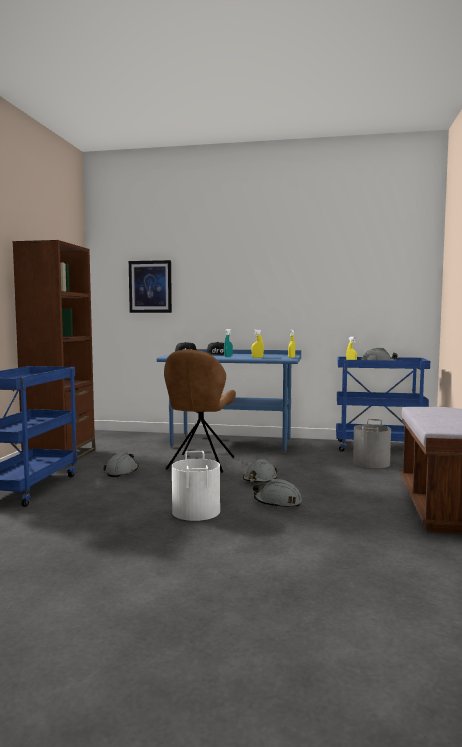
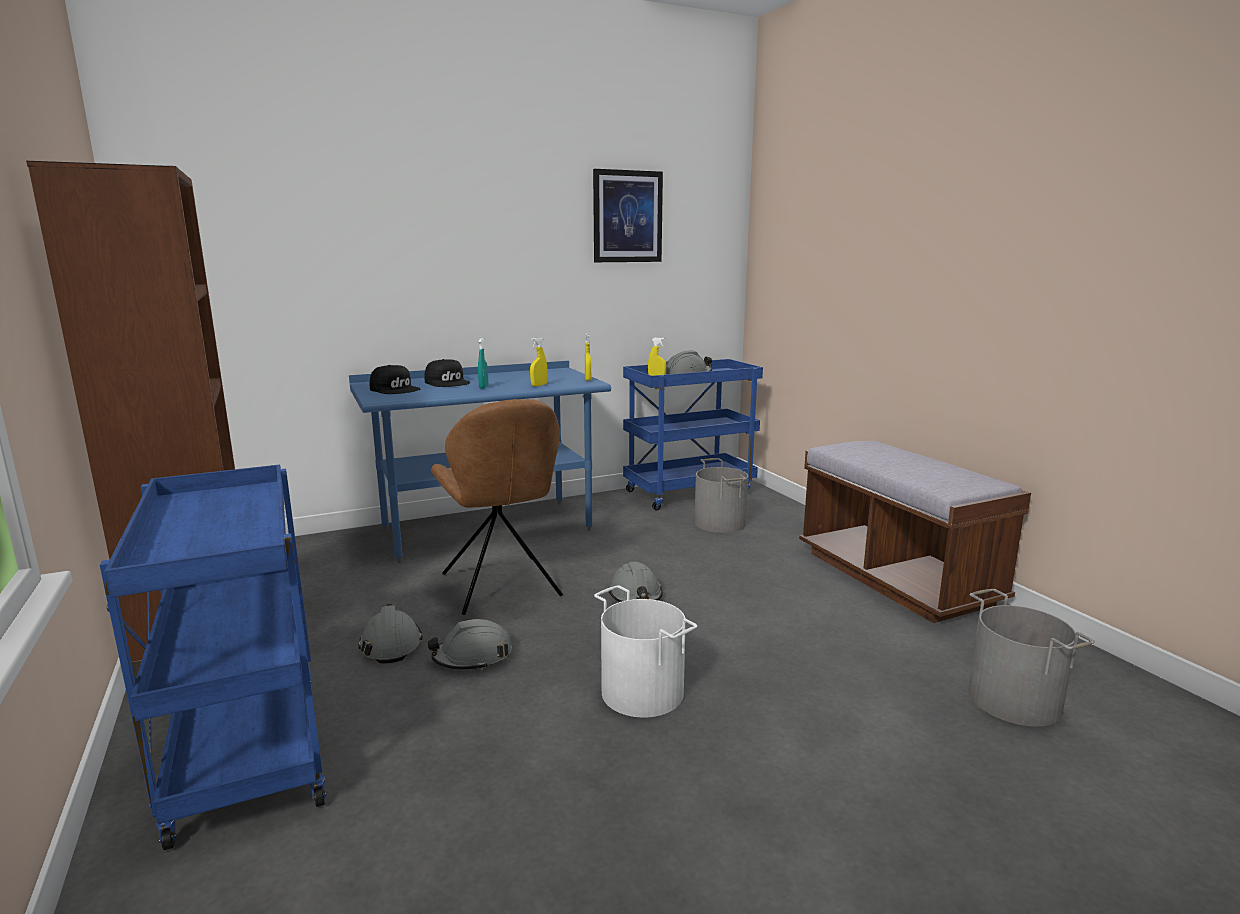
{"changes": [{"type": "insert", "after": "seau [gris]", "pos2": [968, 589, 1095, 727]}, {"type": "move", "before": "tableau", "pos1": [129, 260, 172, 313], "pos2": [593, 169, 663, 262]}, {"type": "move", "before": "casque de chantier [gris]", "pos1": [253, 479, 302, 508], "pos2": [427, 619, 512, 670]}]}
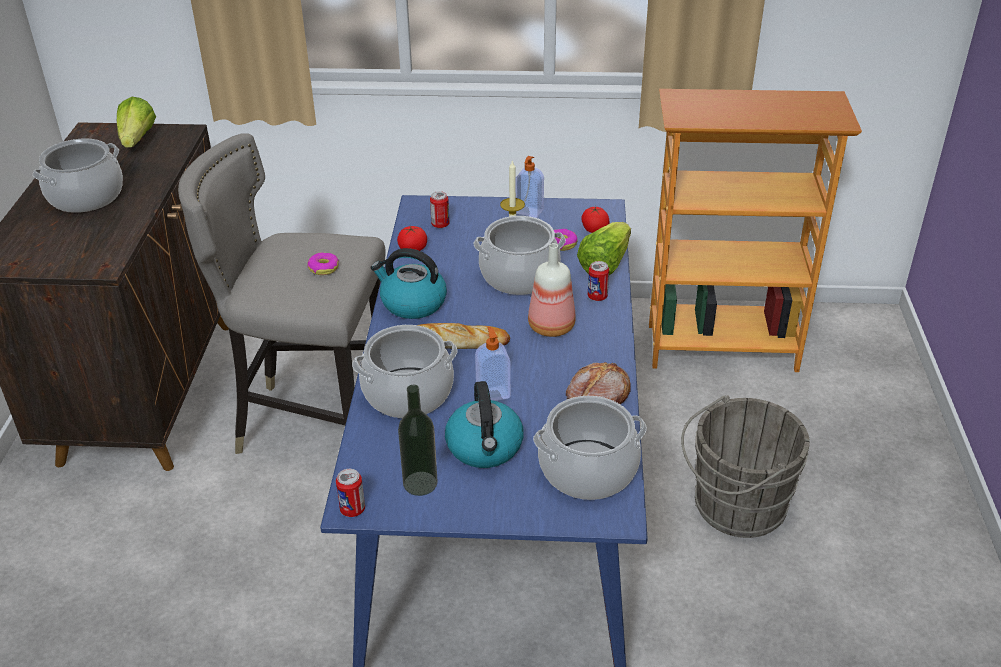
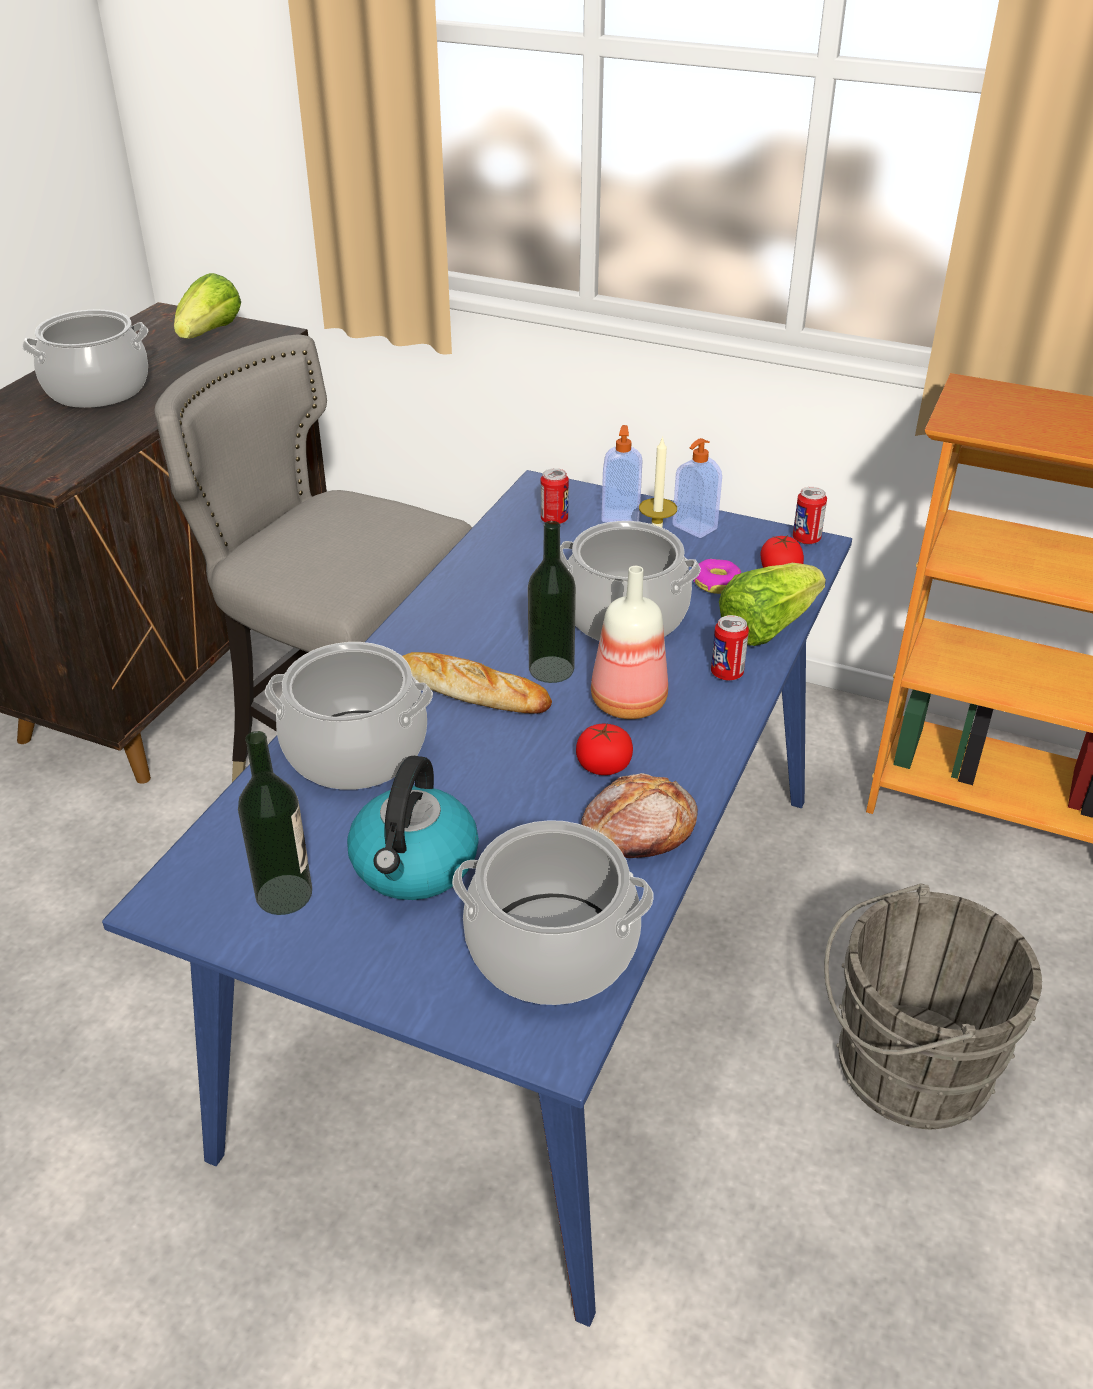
{"changes": [{"type": "delete", "before": "beignet", "pos1": [307, 253, 339, 275]}, {"type": "delete", "before": "bouilloire", "pos1": [371, 248, 447, 319]}, {"type": "insert", "after": "bouteille", "pos2": [528, 521, 576, 683]}, {"type": "move", "before": "boîte métallique", "pos1": [336, 469, 365, 517], "pos2": [793, 487, 827, 544]}, {"type": "move", "before": "tomate", "pos1": [397, 226, 427, 251], "pos2": [576, 724, 633, 775]}, {"type": "move", "before": "distributeur de savon", "pos1": [475, 327, 511, 401], "pos2": [601, 425, 643, 522]}]}
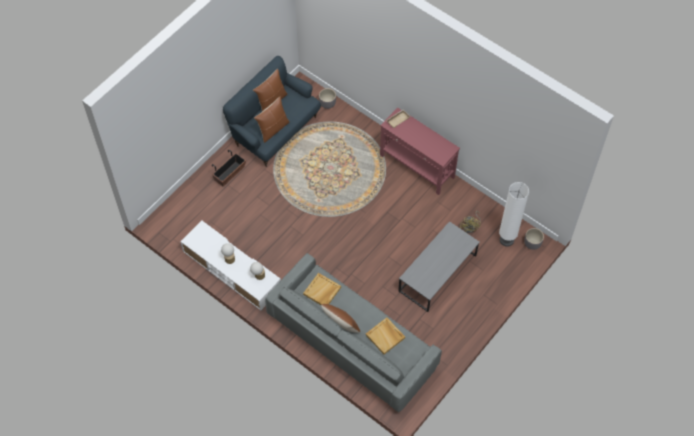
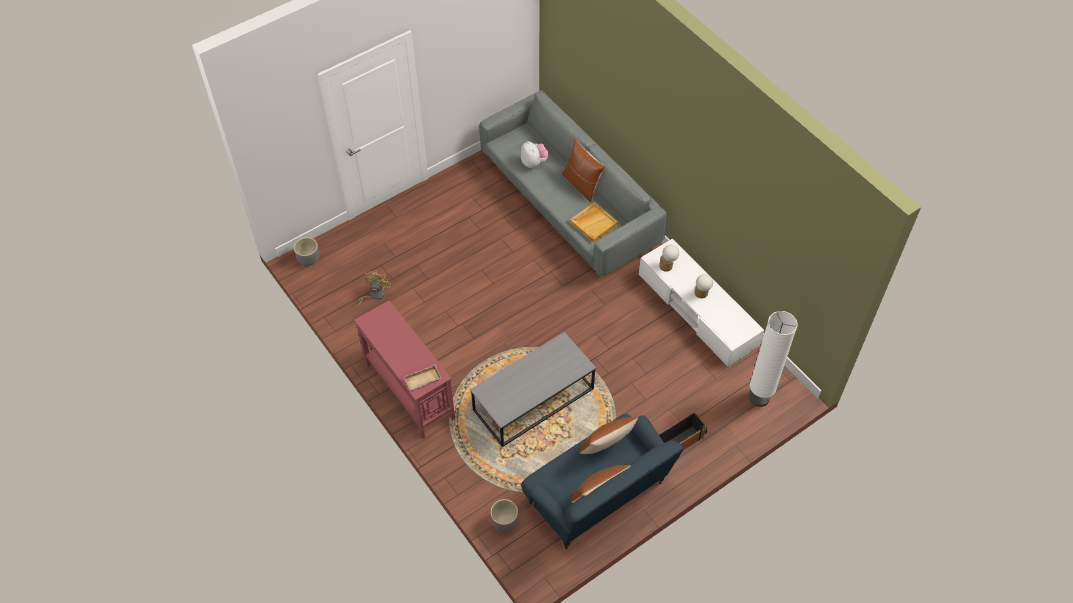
{"changes": [{"type": "move", "before": "table basse [gris]", "pos1": [398, 221, 480, 312], "pos2": [470, 332, 596, 447]}, {"type": "move", "before": "lampadaire [blanc]", "pos1": [499, 182, 529, 247], "pos2": [749, 311, 798, 407]}, {"type": "replace", "before": "plateau [beige]", "after": "peluche", "pos1": [366, 317, 405, 354], "pos2": [520, 141, 549, 168]}]}
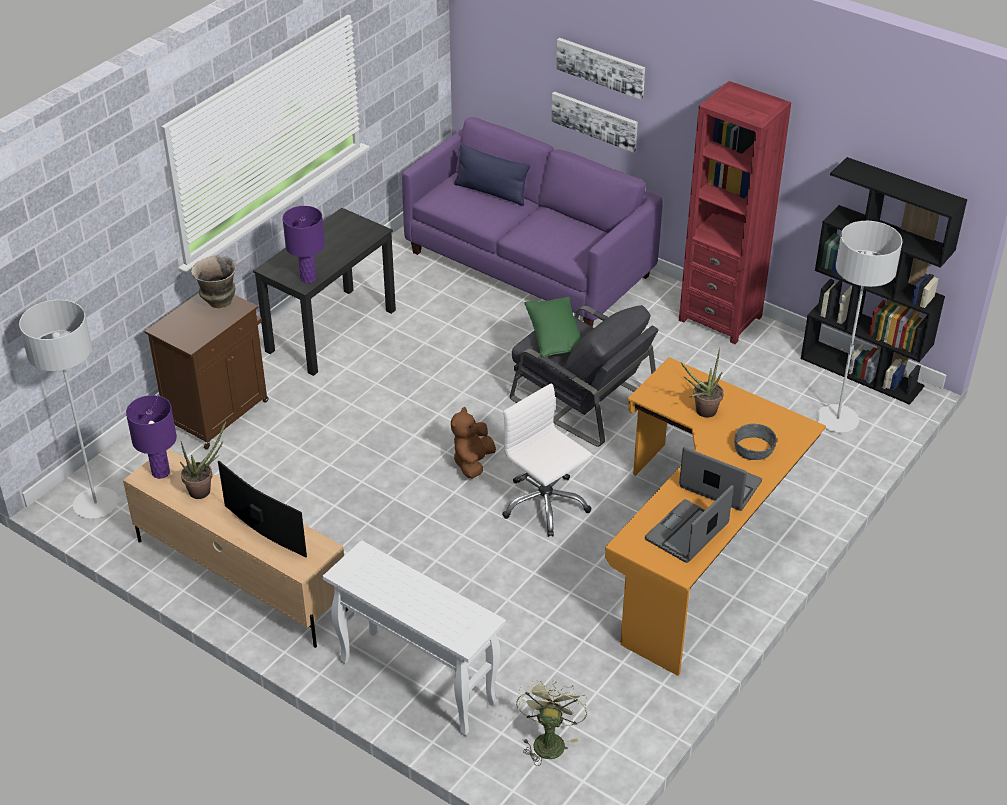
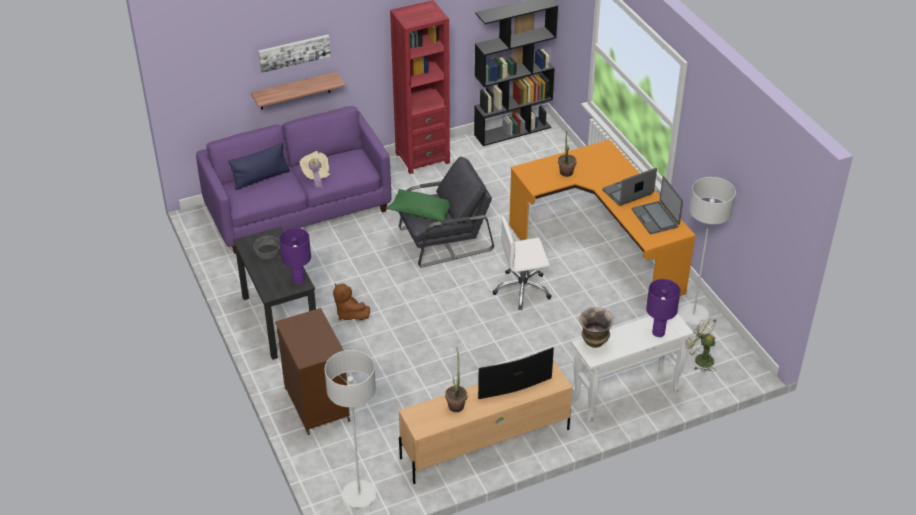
{"changes": [{"type": "insert", "after": "chapeau [beige]", "pos2": [300, 151, 330, 189]}, {"type": "move", "before": "lampe de table [violet]", "pos1": [126, 395, 177, 479], "pos2": [646, 279, 680, 337]}, {"type": "move", "before": "vase", "pos1": [191, 256, 237, 308], "pos2": [579, 307, 614, 348]}, {"type": "move", "before": "peluche [marron]", "pos1": [451, 407, 496, 479], "pos2": [333, 283, 370, 320]}, {"type": "move", "before": "bol [gris]", "pos1": [734, 423, 777, 460], "pos2": [254, 236, 280, 260]}, {"type": "move", "before": "lampadaire [gris]", "pos1": [817, 221, 902, 433], "pos2": [679, 177, 736, 325]}, {"type": "replace", "before": "tableau", "after": "étagère", "pos1": [551, 92, 638, 153], "pos2": [251, 72, 345, 110]}]}
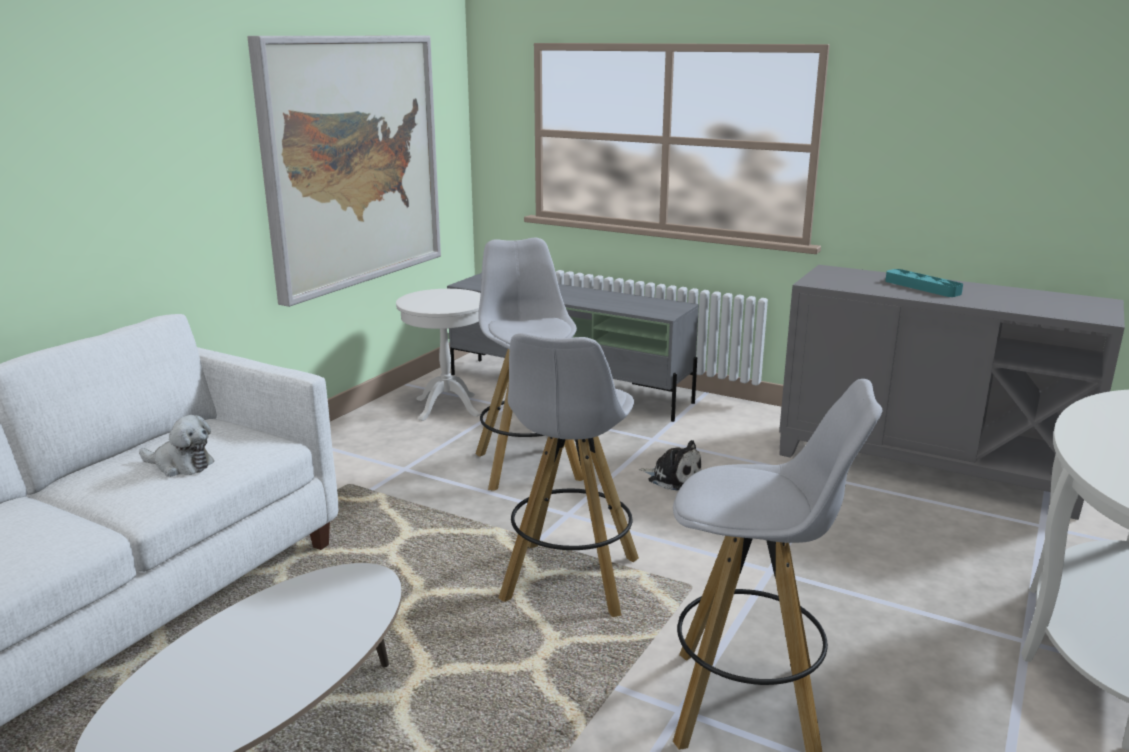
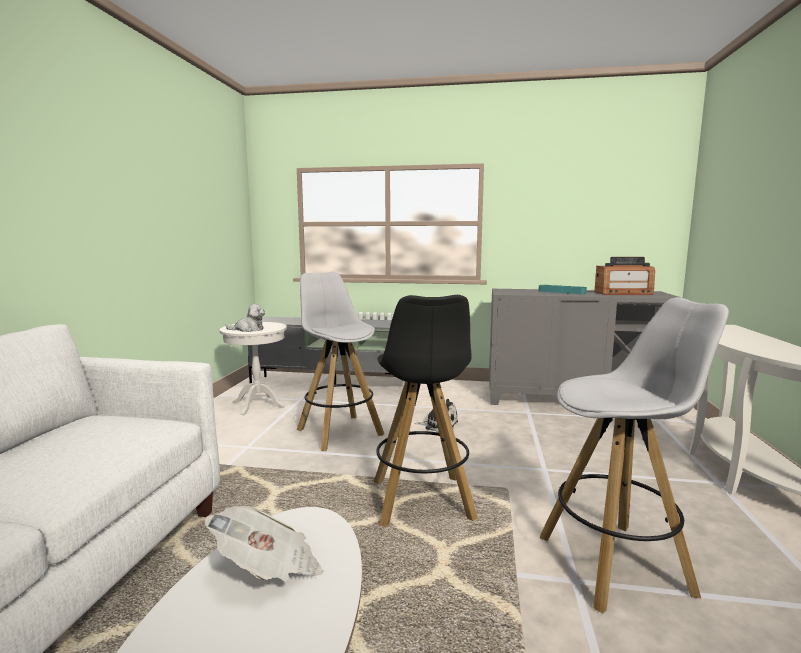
{"changes": [{"type": "delete", "before": "tableau", "pos1": [247, 36, 441, 307]}, {"type": "insert", "after": "journal", "pos2": [205, 506, 324, 581]}, {"type": "insert", "after": "radio", "pos2": [594, 257, 655, 295]}, {"type": "move", "before": "peluche", "pos1": [139, 415, 214, 477], "pos2": [225, 304, 265, 332]}, {"type": "recolor", "before": "tabouret [blanc]", "after": "tabouret [noir]", "pos1": [499, 333, 639, 617], "pos2": [374, 295, 478, 527]}]}
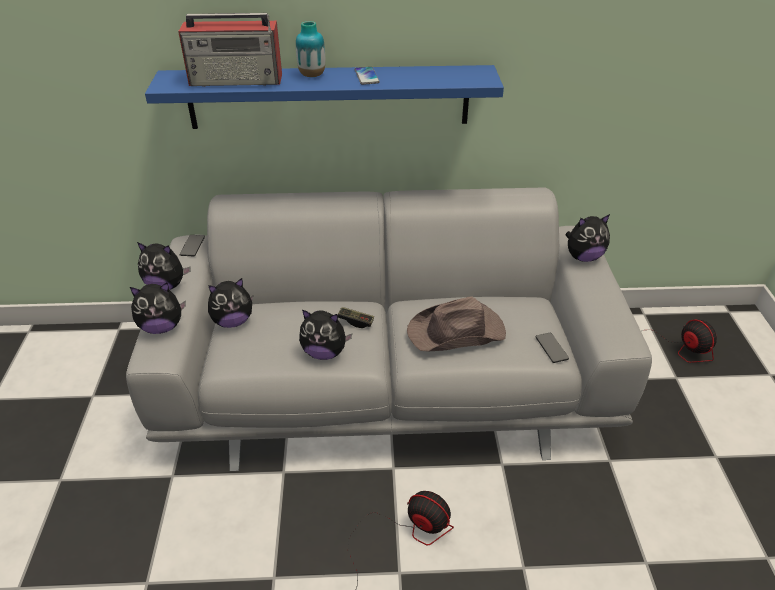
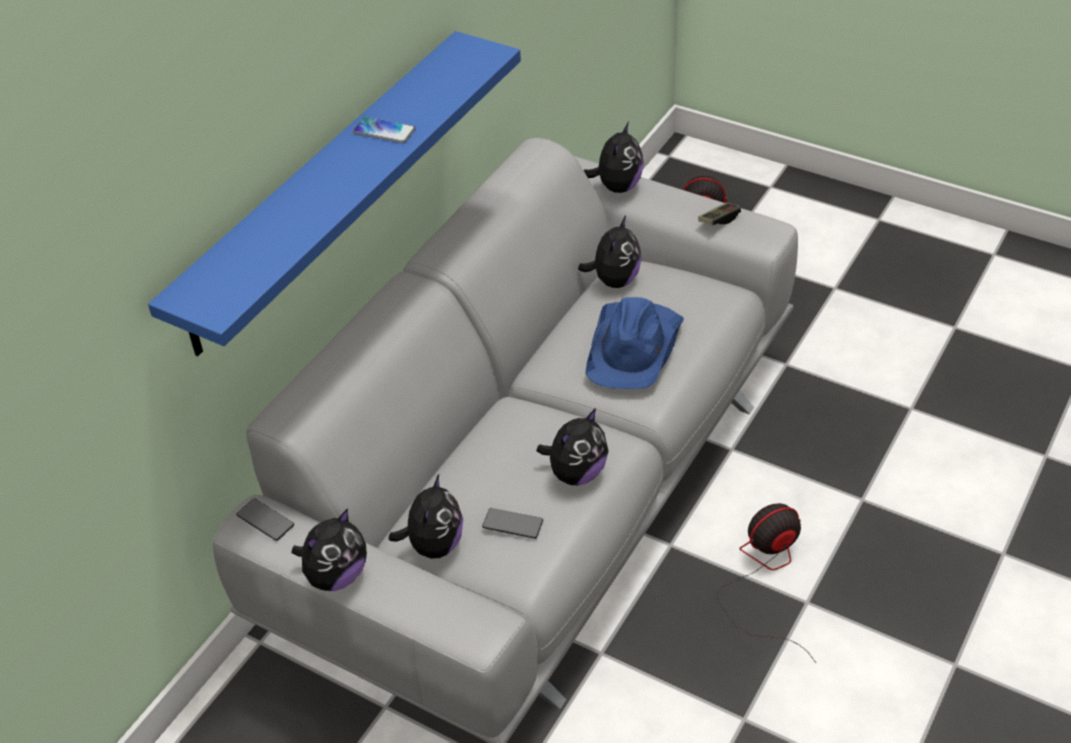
{"changes": [{"type": "delete", "before": "radio", "pos1": [178, 13, 282, 87]}, {"type": "delete", "before": "vase", "pos1": [296, 21, 325, 77]}, {"type": "move", "before": "peluche", "pos1": [130, 282, 186, 334], "pos2": [578, 216, 642, 288]}, {"type": "move", "before": "manette", "pos1": [338, 307, 374, 328], "pos2": [698, 203, 741, 226]}, {"type": "move", "before": "téléphone", "pos1": [536, 333, 569, 363], "pos2": [482, 508, 543, 539]}, {"type": "recolor", "before": "chapeau [marron]", "after": "chapeau [bleu]", "pos1": [407, 296, 506, 351], "pos2": [585, 297, 684, 389]}]}
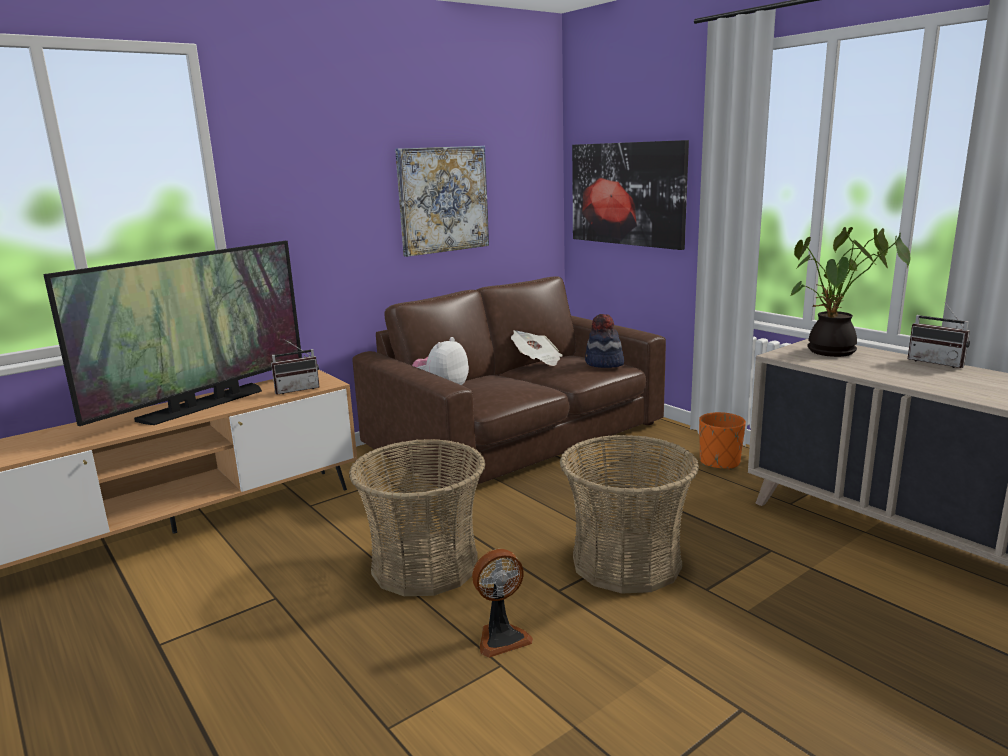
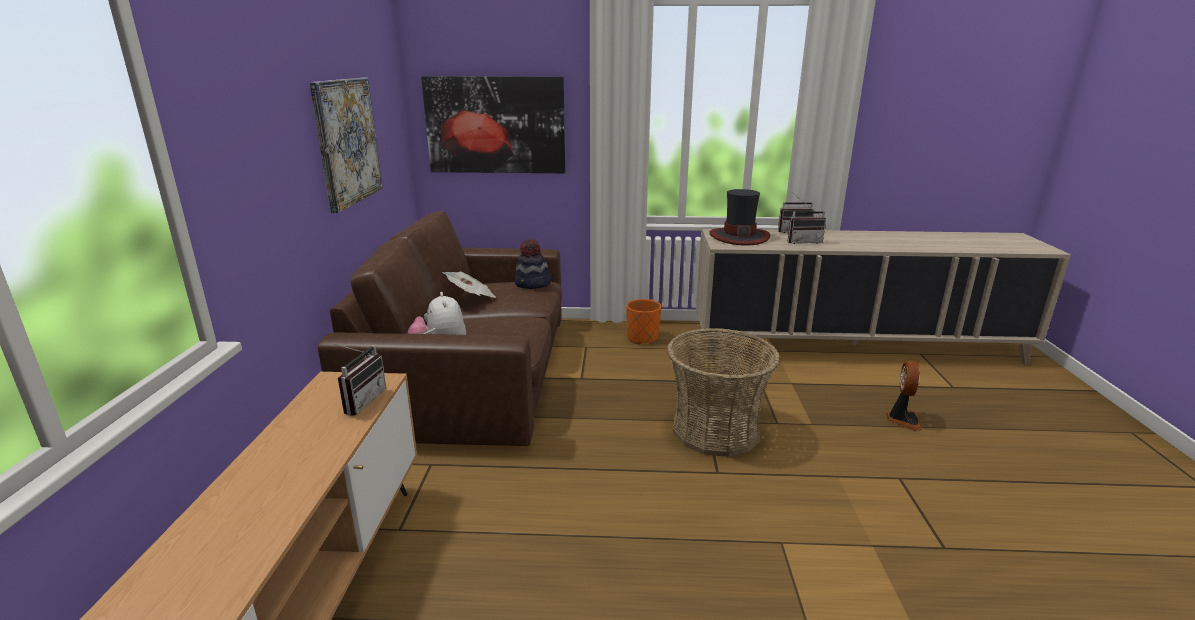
{"changes": [{"type": "delete", "before": "téléviseur", "pos1": [43, 241, 302, 426]}, {"type": "delete", "before": "panier", "pos1": [349, 439, 485, 596]}, {"type": "insert", "after": "radio", "pos2": [788, 200, 826, 244]}, {"type": "move", "before": "ventilateur", "pos1": [472, 549, 533, 658], "pos2": [886, 361, 922, 431]}, {"type": "replace", "before": "plante en pot", "after": "chapeau", "pos1": [790, 227, 910, 357], "pos2": [709, 189, 770, 246]}]}
